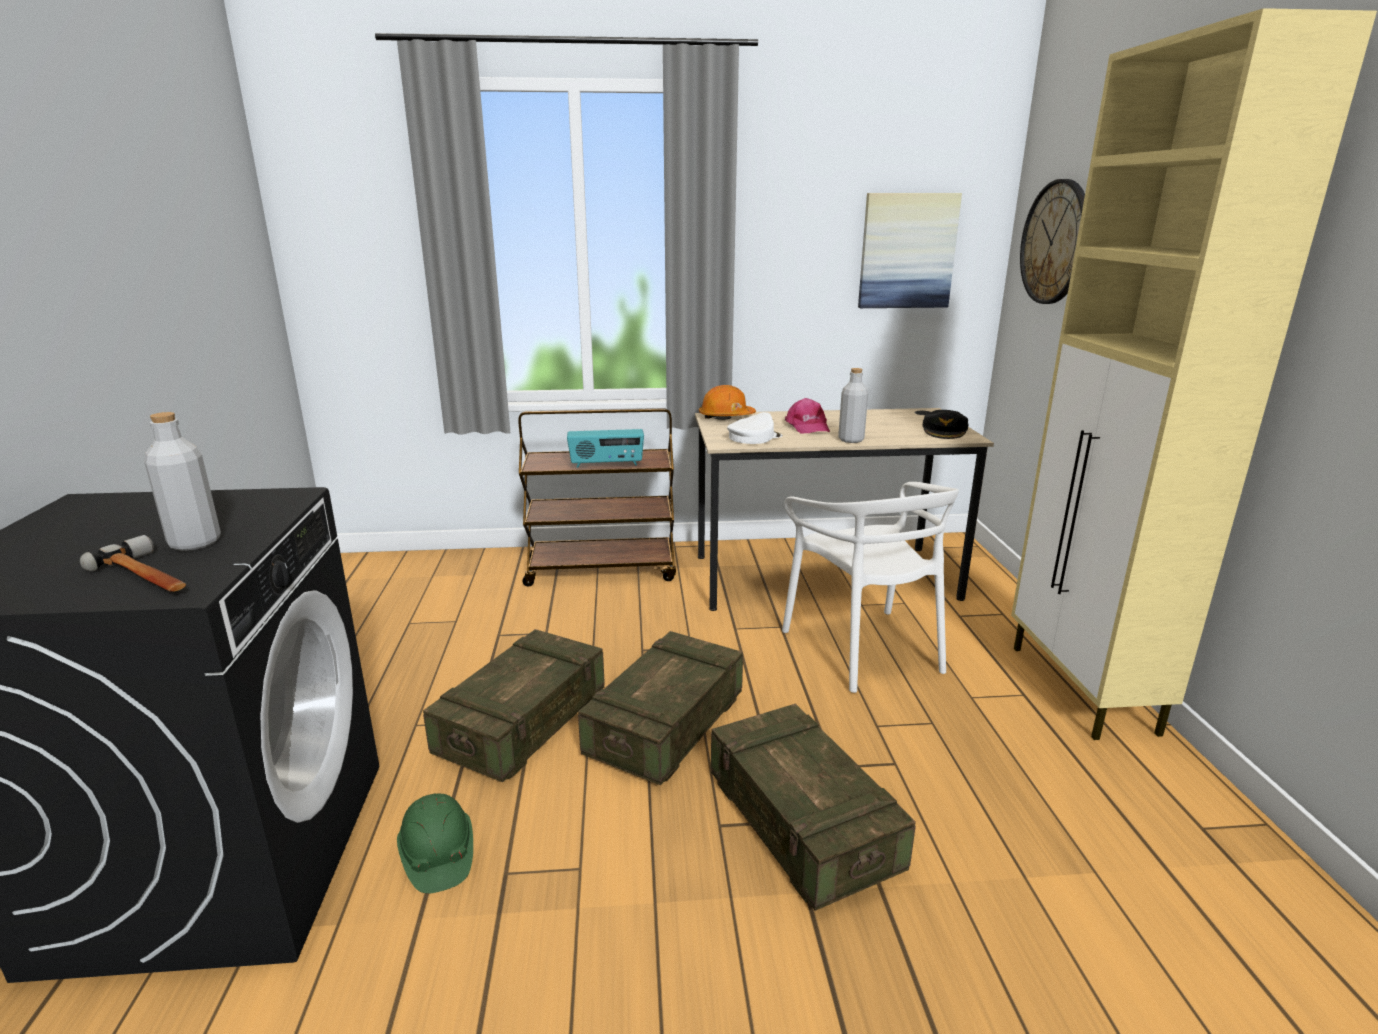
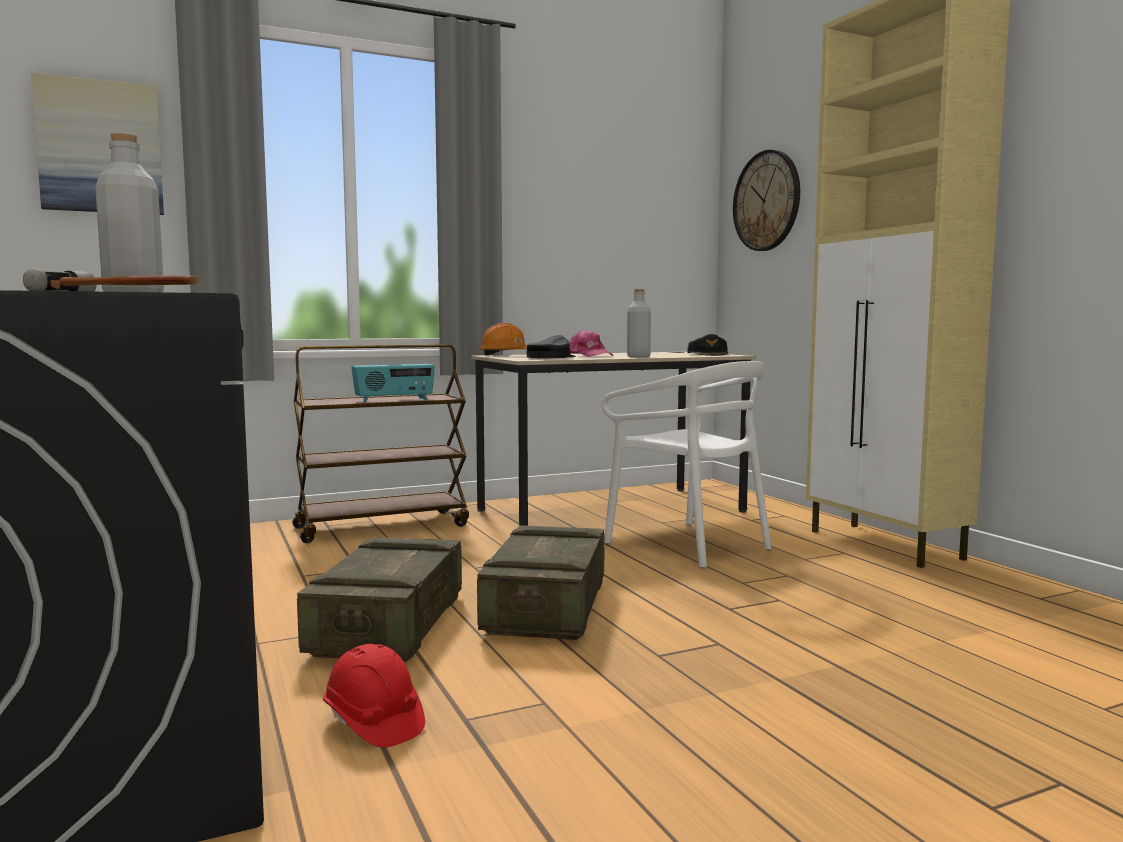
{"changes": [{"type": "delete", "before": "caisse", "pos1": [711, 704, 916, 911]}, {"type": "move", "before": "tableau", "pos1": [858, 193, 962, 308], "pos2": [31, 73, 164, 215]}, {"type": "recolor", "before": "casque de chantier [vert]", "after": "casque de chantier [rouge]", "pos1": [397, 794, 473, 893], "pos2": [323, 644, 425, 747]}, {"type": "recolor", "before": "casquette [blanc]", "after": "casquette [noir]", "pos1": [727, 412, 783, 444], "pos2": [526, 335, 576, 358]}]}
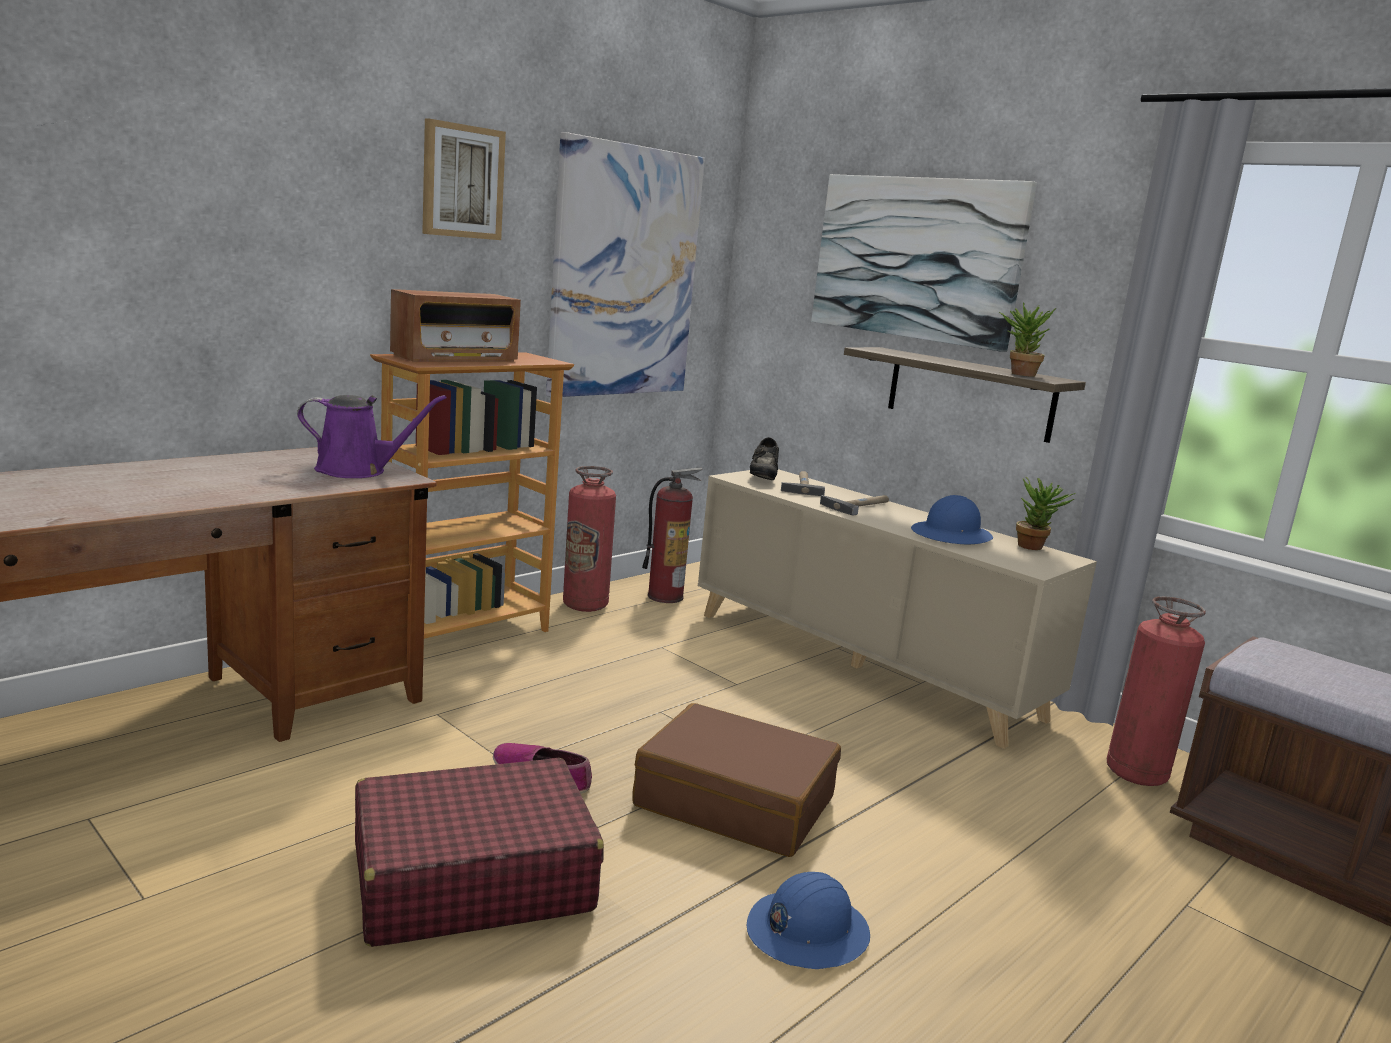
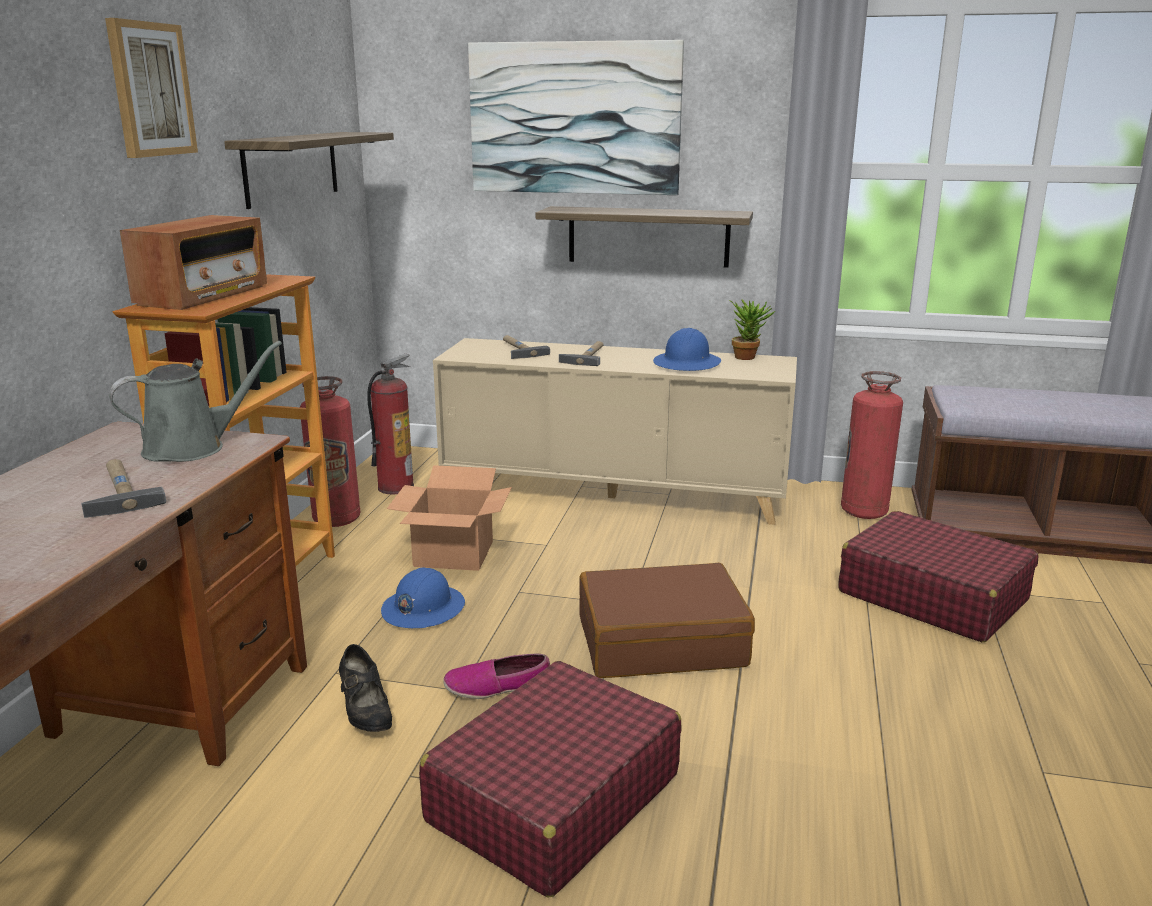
{"changes": [{"type": "delete", "before": "plante en pot", "pos1": [999, 302, 1056, 377]}, {"type": "insert", "after": "marteau", "pos2": [81, 459, 166, 518]}, {"type": "insert", "after": "carton", "pos2": [387, 465, 512, 571]}, {"type": "insert", "after": "valise [rouge]", "pos2": [838, 511, 1039, 642]}, {"type": "move", "before": "casque de chantier [bleu]", "pos1": [747, 872, 870, 969], "pos2": [381, 568, 465, 628]}, {"type": "move", "before": "chaussure [noir]", "pos1": [750, 437, 779, 480], "pos2": [339, 644, 392, 732]}, {"type": "replace", "before": "tableau", "after": "étagère", "pos1": [546, 132, 705, 397], "pos2": [224, 132, 394, 209]}, {"type": "recolor", "before": "arrosoir [violet]", "after": "arrosoir [gris]", "pos1": [297, 395, 447, 478], "pos2": [109, 341, 282, 462]}]}
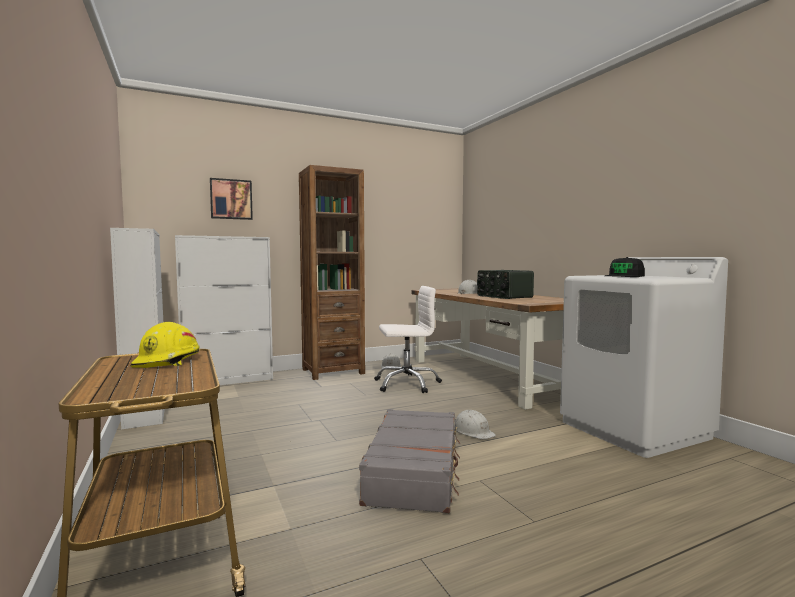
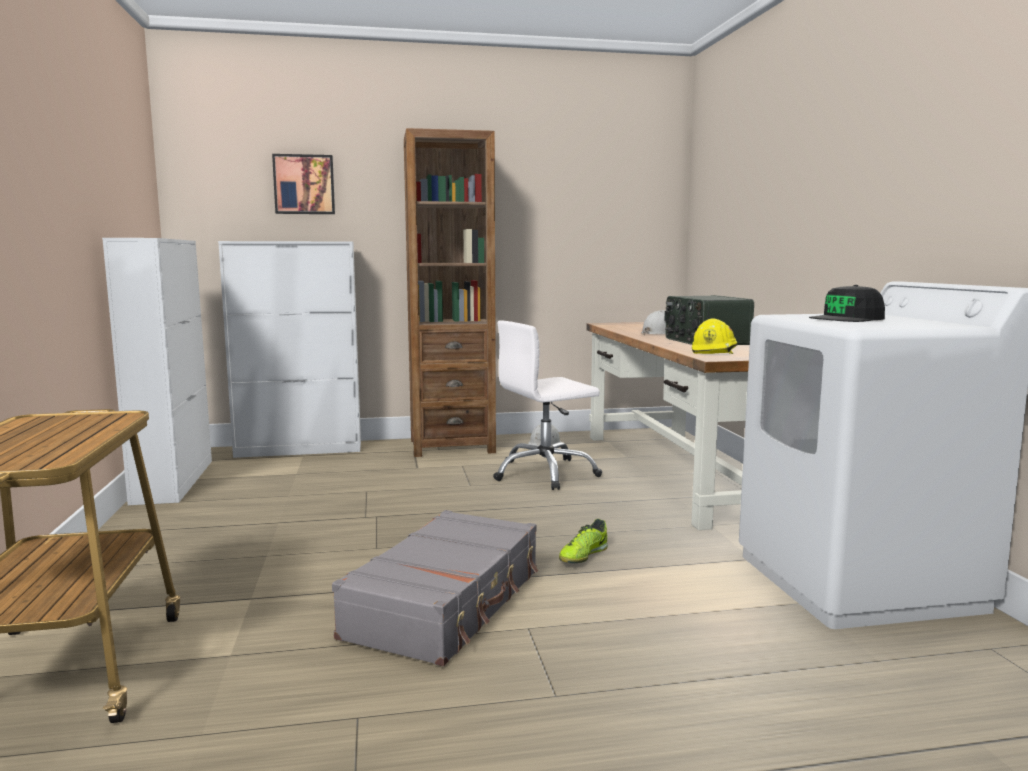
{"changes": [{"type": "move", "before": "casque de chantier [jaune]", "pos1": [131, 322, 199, 368], "pos2": [692, 318, 737, 354]}, {"type": "replace", "before": "casque de chantier [blanc]", "after": "chaussure", "pos1": [454, 410, 496, 439], "pos2": [559, 519, 608, 563]}, {"type": "rotate", "before": "chaise de bureau [blanc]", "pos1": [374, 286, 442, 393], "pos2": [493, 320, 602, 490], "turn": 150}]}
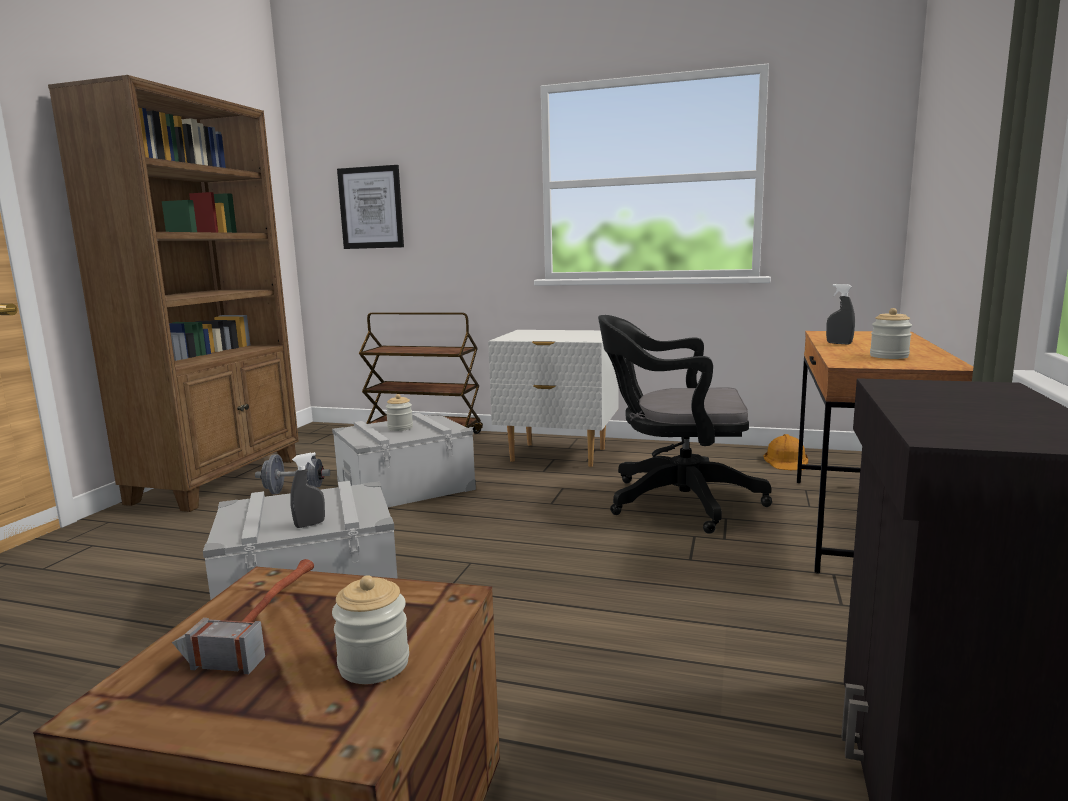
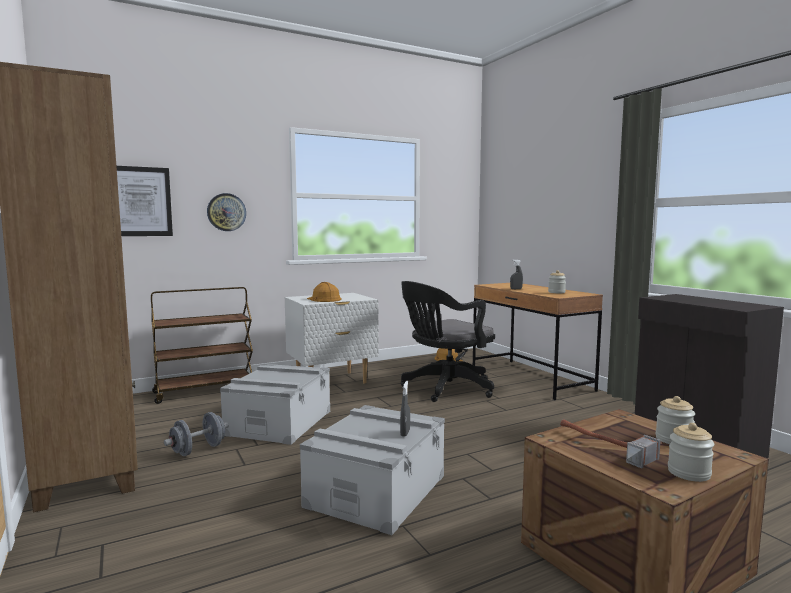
{"changes": [{"type": "insert", "after": "horloge murale", "pos2": [207, 193, 246, 231]}, {"type": "insert", "after": "casque de chantier [orange]", "pos2": [307, 282, 341, 302]}, {"type": "move", "before": "bocal", "pos1": [386, 394, 413, 431], "pos2": [668, 423, 714, 482]}]}
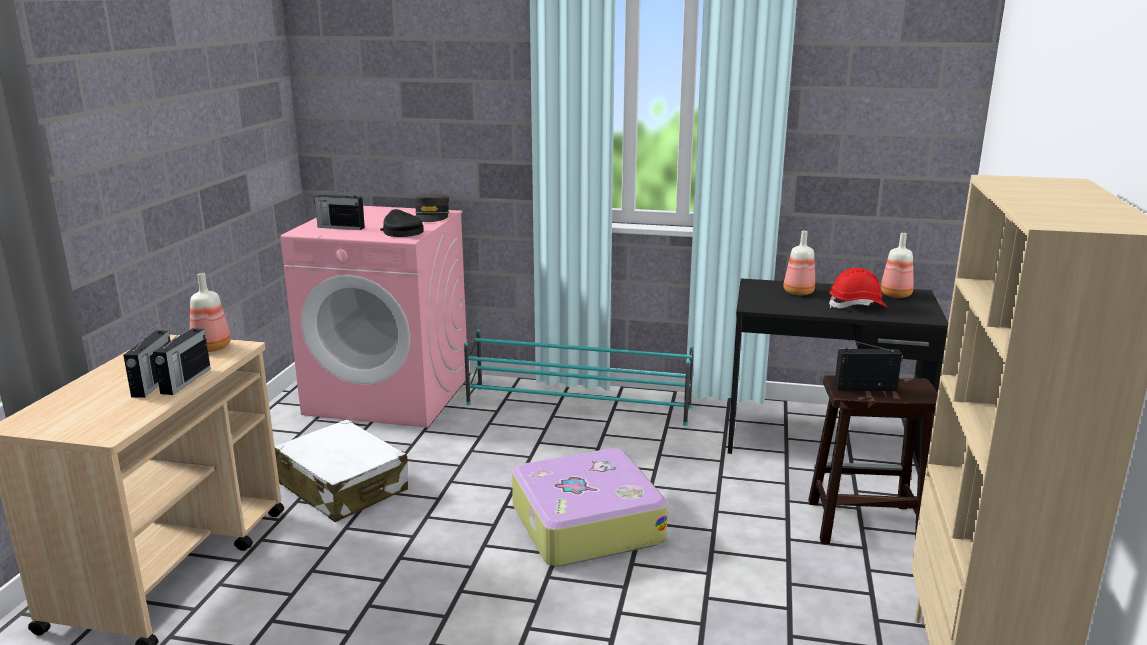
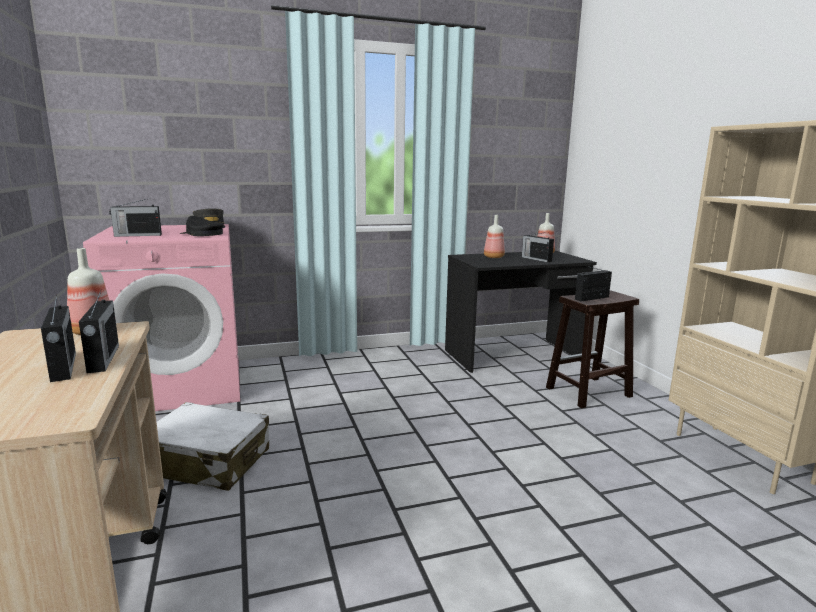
{"changes": [{"type": "delete", "before": "étagère à chaussures [turquoise]", "pos1": [464, 329, 694, 426]}, {"type": "delete", "before": "valise", "pos1": [512, 448, 668, 567]}, {"type": "replace", "before": "casque de chantier [rouge]", "after": "radio", "pos1": [829, 268, 887, 308], "pos2": [522, 232, 554, 262]}]}
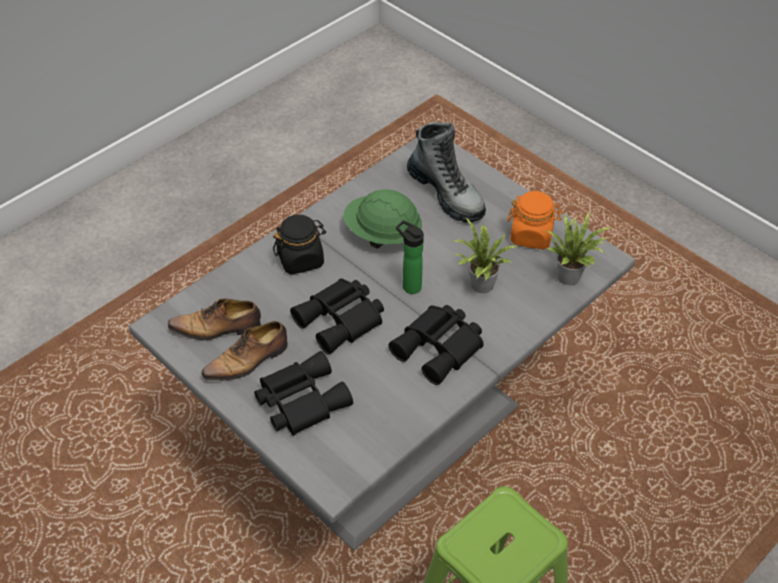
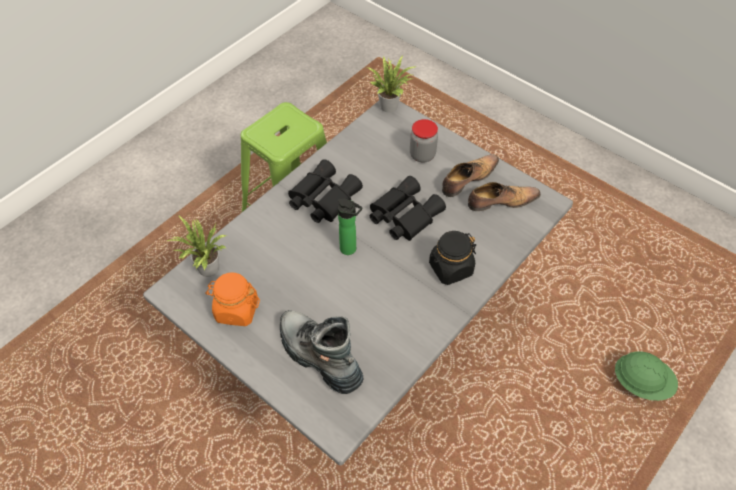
{"changes": [{"type": "move", "before": "casque de chantier [vert]", "pos1": [343, 189, 422, 248], "pos2": [615, 351, 678, 401]}, {"type": "move", "before": "plante en pot", "pos1": [454, 217, 517, 293], "pos2": [367, 55, 415, 113]}, {"type": "replace", "before": "jumelles [noir]", "after": "bocal", "pos1": [254, 351, 353, 436], "pos2": [410, 119, 438, 163]}]}
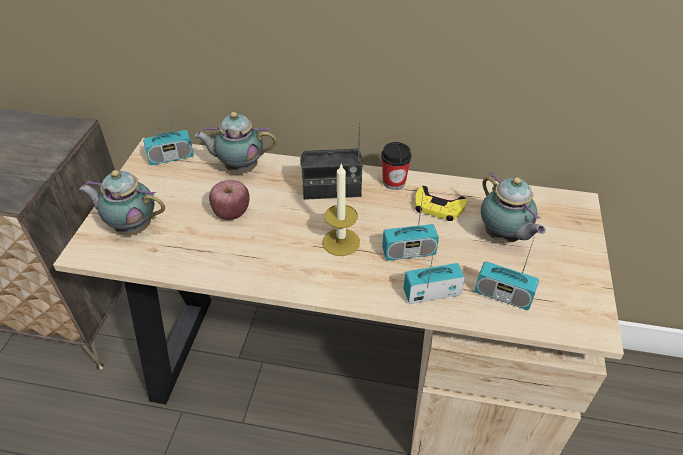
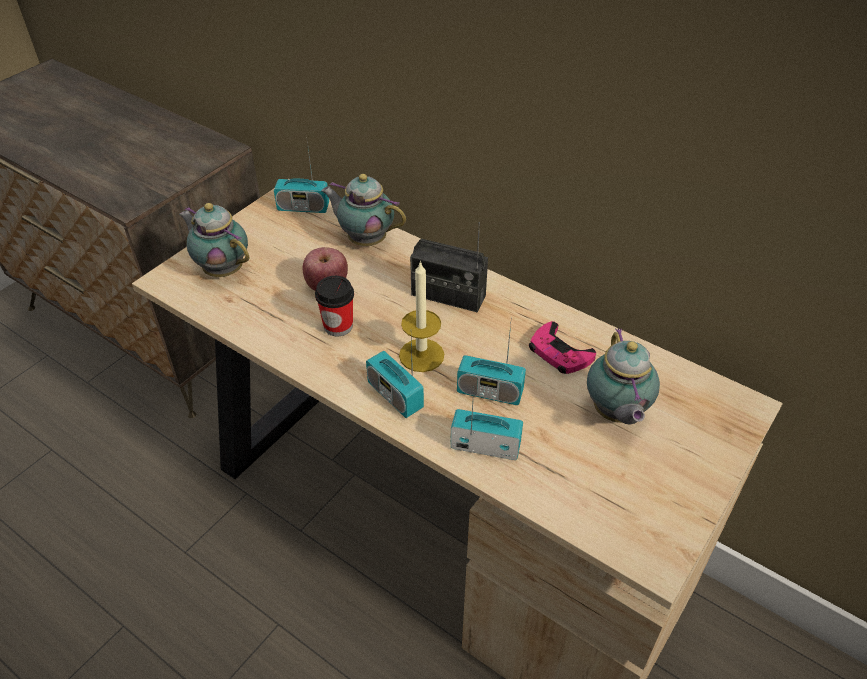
{"changes": [{"type": "move", "before": "tasse", "pos1": [381, 142, 412, 190], "pos2": [315, 276, 354, 336]}, {"type": "move", "before": "radio", "pos1": [475, 236, 539, 310], "pos2": [366, 339, 424, 418]}, {"type": "recolor", "before": "manette [jaune]", "after": "manette [rose]", "pos1": [415, 186, 467, 221], "pos2": [529, 321, 596, 374]}]}
